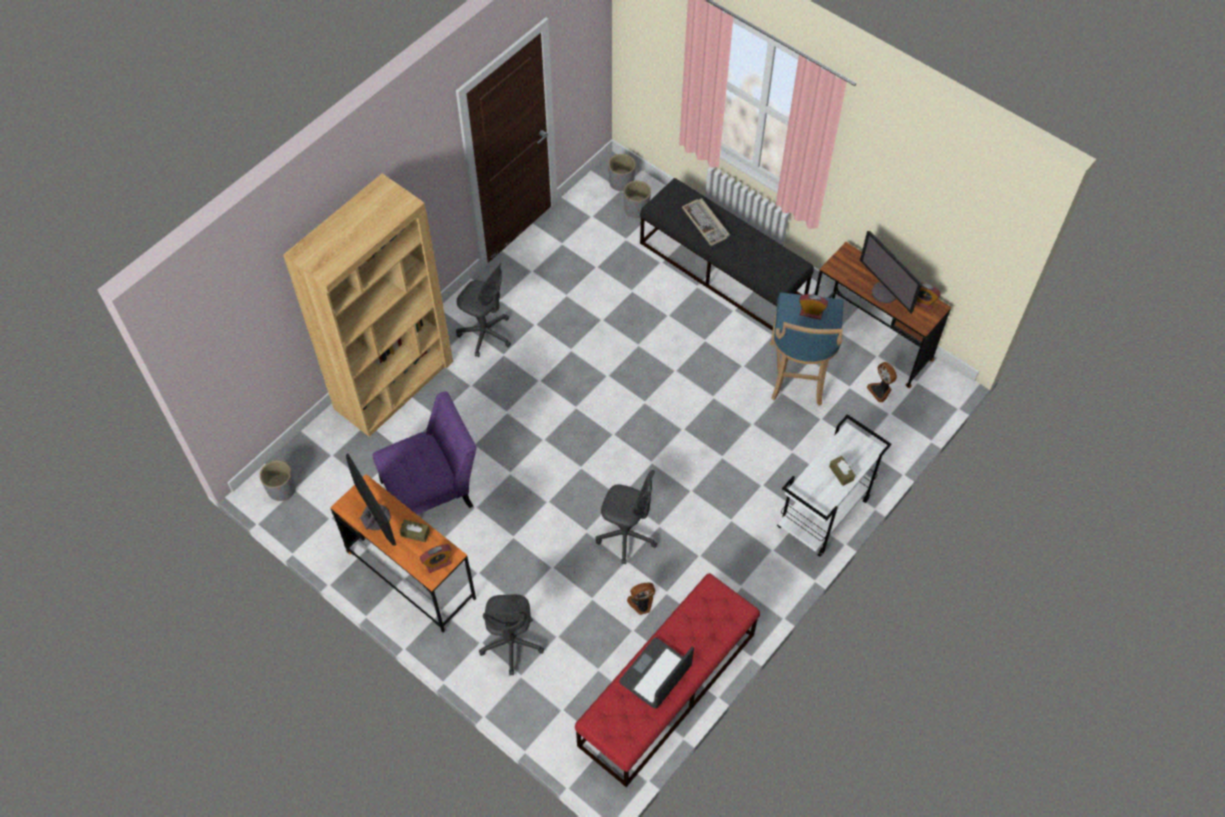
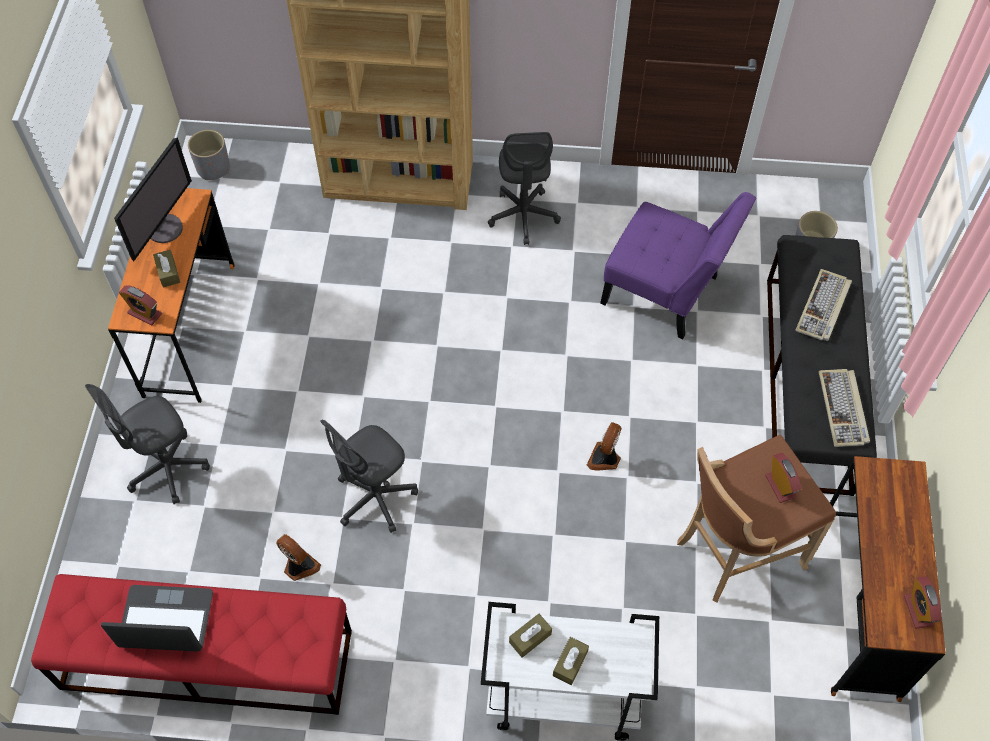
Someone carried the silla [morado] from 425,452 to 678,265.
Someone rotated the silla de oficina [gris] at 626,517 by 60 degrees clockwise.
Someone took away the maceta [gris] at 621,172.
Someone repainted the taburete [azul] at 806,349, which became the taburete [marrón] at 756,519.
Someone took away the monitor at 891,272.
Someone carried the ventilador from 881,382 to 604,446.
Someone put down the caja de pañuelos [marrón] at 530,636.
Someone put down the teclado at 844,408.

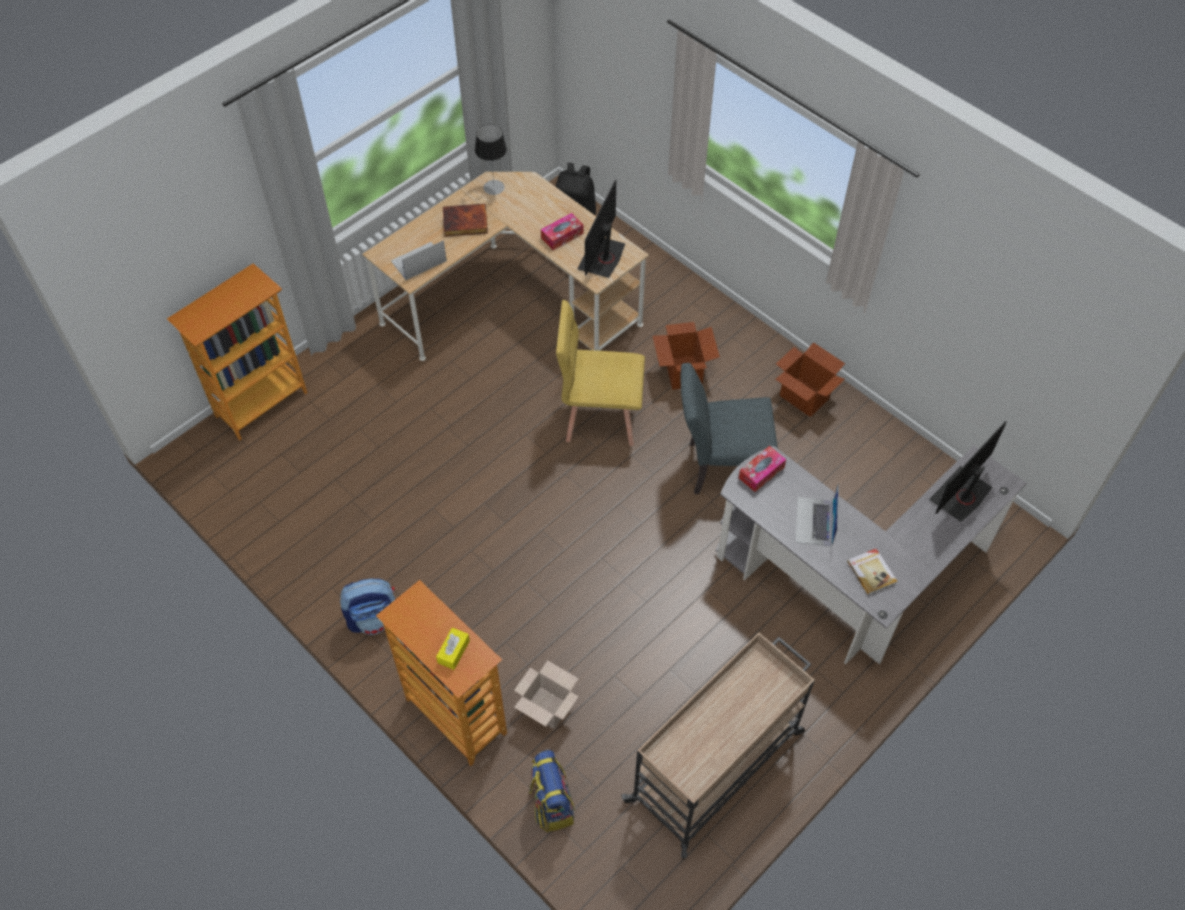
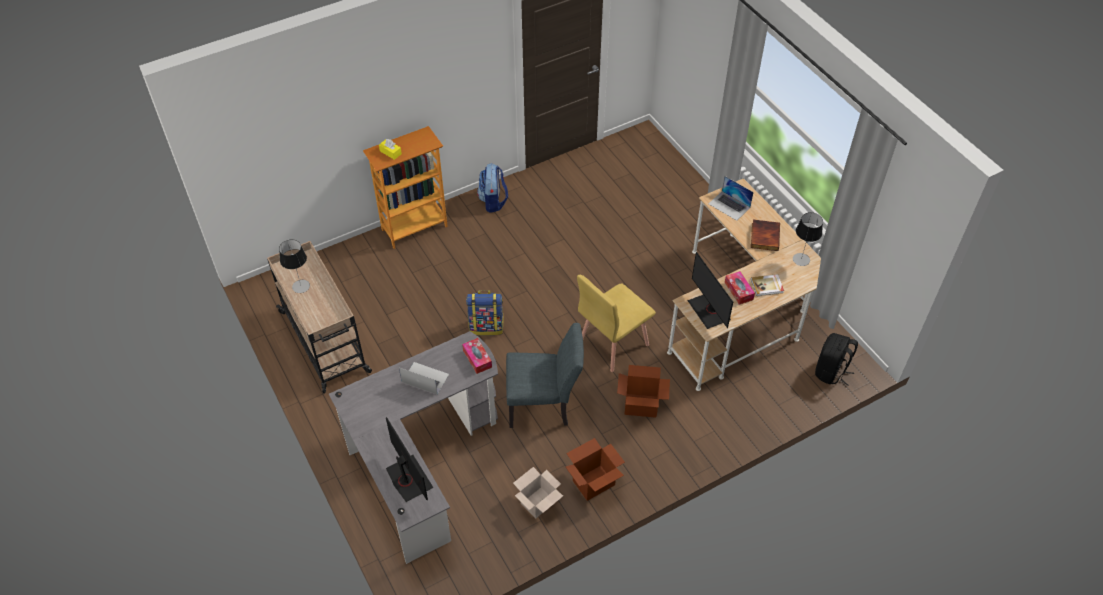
Someone took away the estantería at 237,351.
Someone rotated the portátil at 419,260 by 150 degrees clockwise.
Someone carried the caja de cartón from 546,694 to 538,492.
Someone carried the mochila from 552,791 to 485,313.
Someone rotated the silla [amarillo] at 600,373 by 150 degrees counterclockwise.
Someone rotated the monitor at 601,229 by 150 degrees counterclockwise.
Someone rotated the silla [gris] at 729,428 by 75 degrees clockwise.
Someone carried the libro from 872,572 to 767,285.
Someone put down the lámpara de mesa at 294,266.

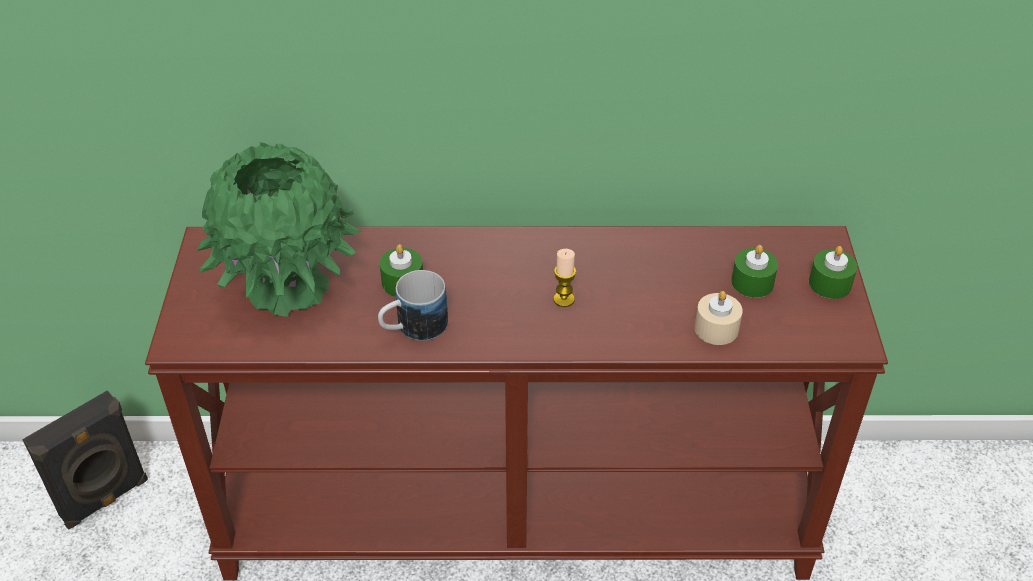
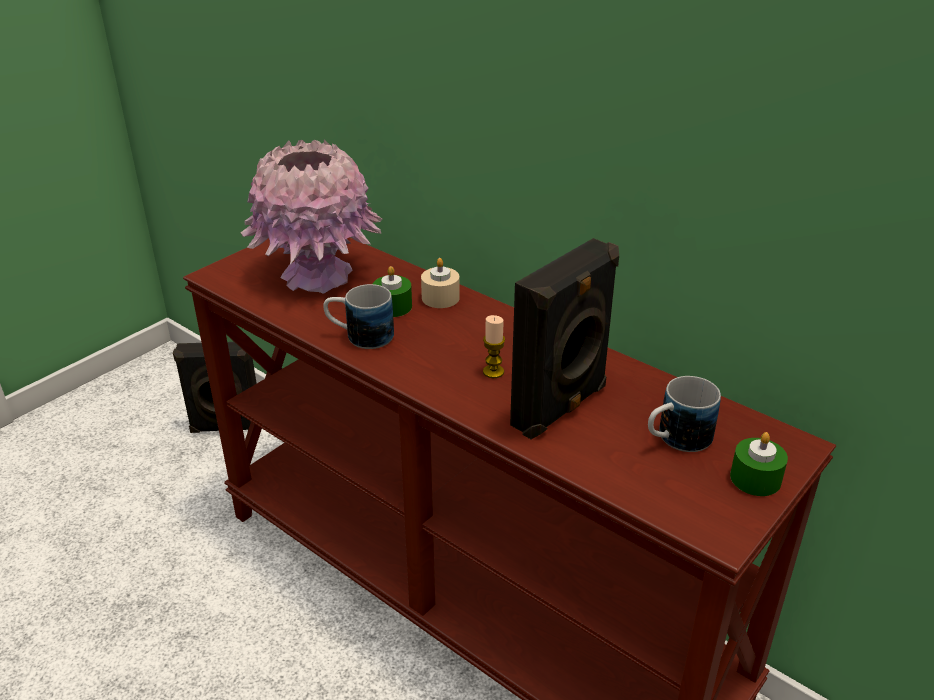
Someone repainted the florero [verde] at 279,229, which became the florero [rosa] at 311,217.
Someone carried the vela [beis] from 719,318 to 440,283.
Someone swapped the vela [verde] at 754,271 for the taza grande at 684,414.
Someone put down the altavoz [negro] at 564,338.

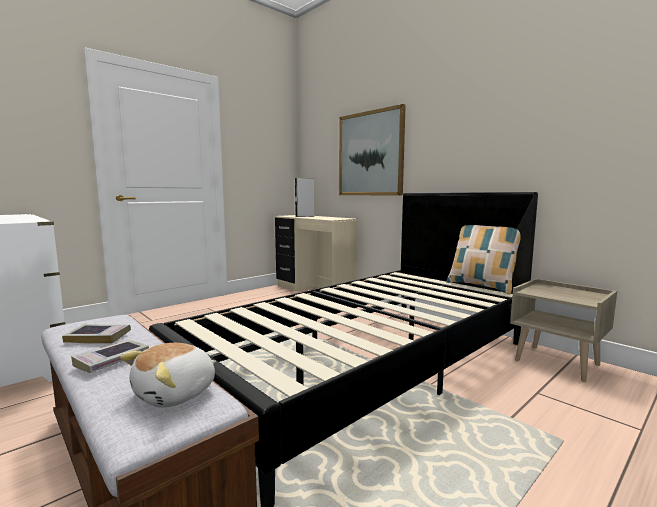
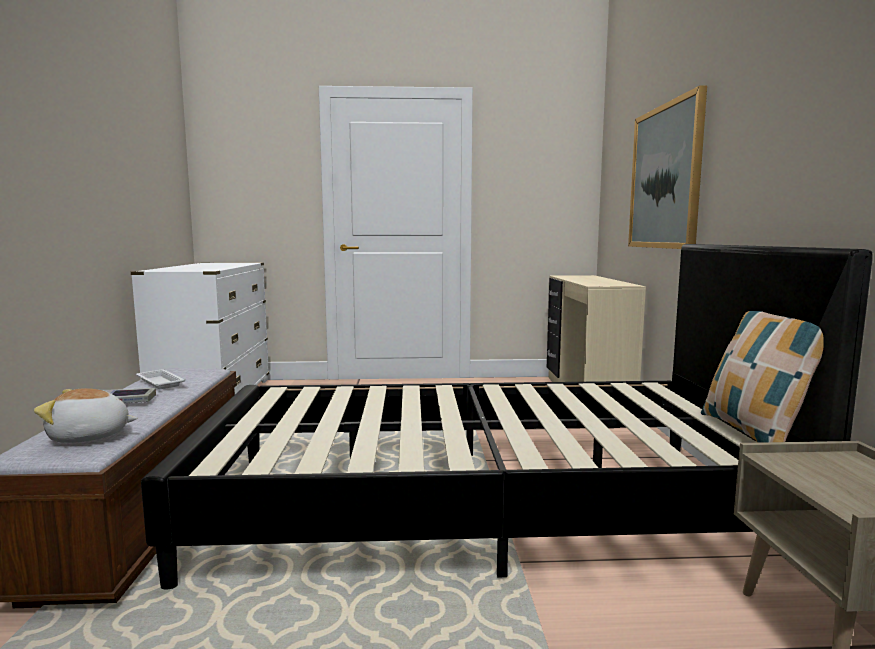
Someone swapped the libro at 96,334 for the bandeja [blanco] at 160,379.
Someone took away the altavoz [gris] at 304,197.

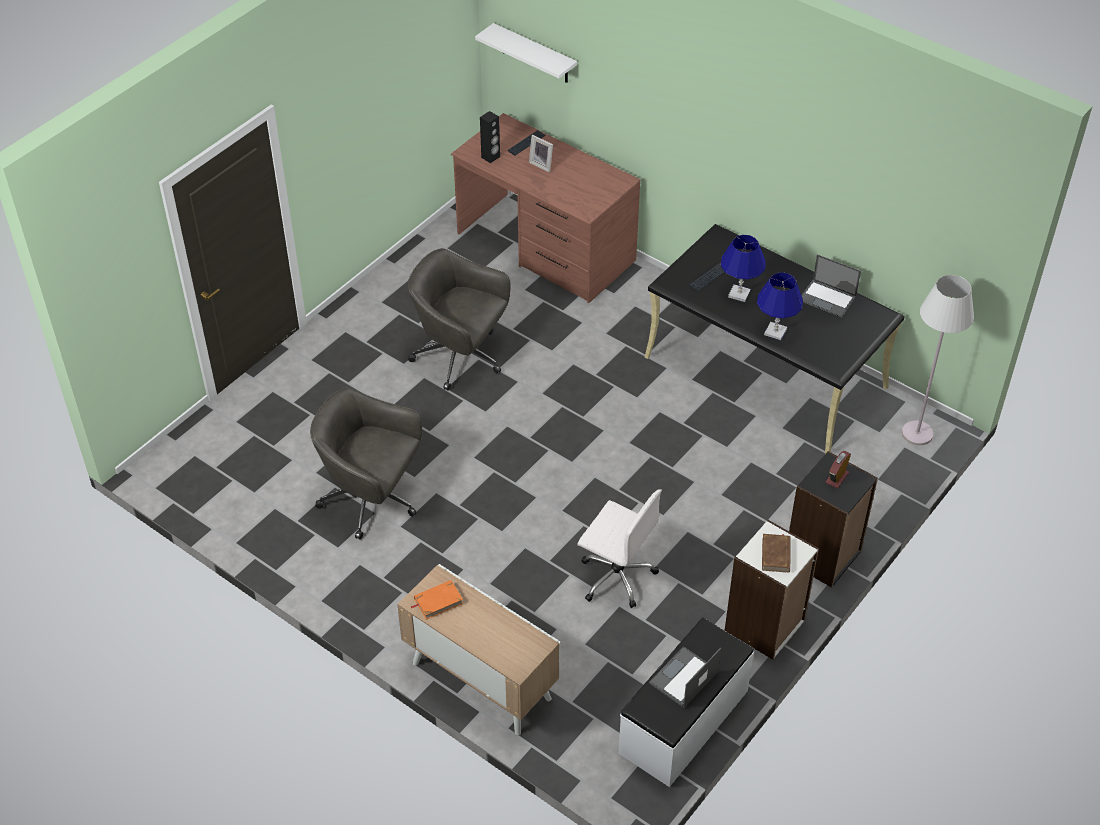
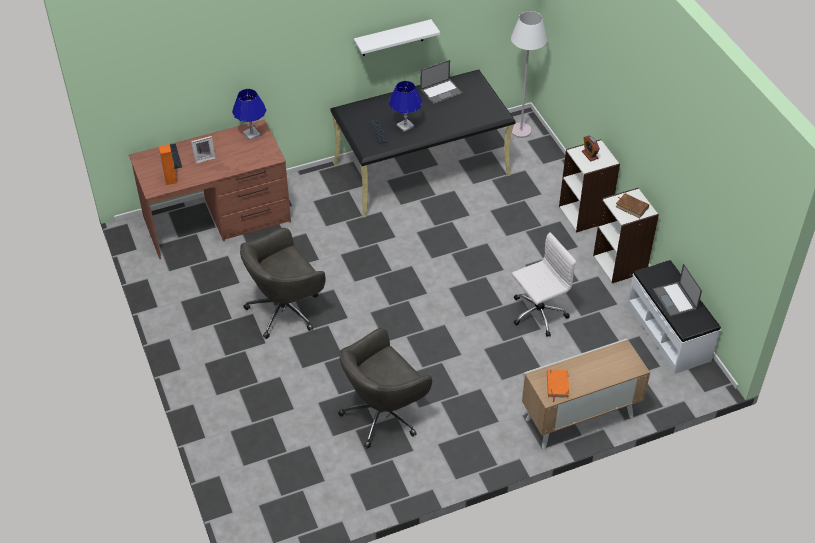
Someone carried the estante [blanco] from 526,53 to 397,37.
Someone repainted the altavoz [negro] at 490,137, which became the altavoz [naranja] at 168,164.
Someone carried the lámpara de mesa [azul] from 780,306 to 249,114.
Someone repainted the estantería [negro] at 833,519, which became the estantería [blanco] at 589,185.

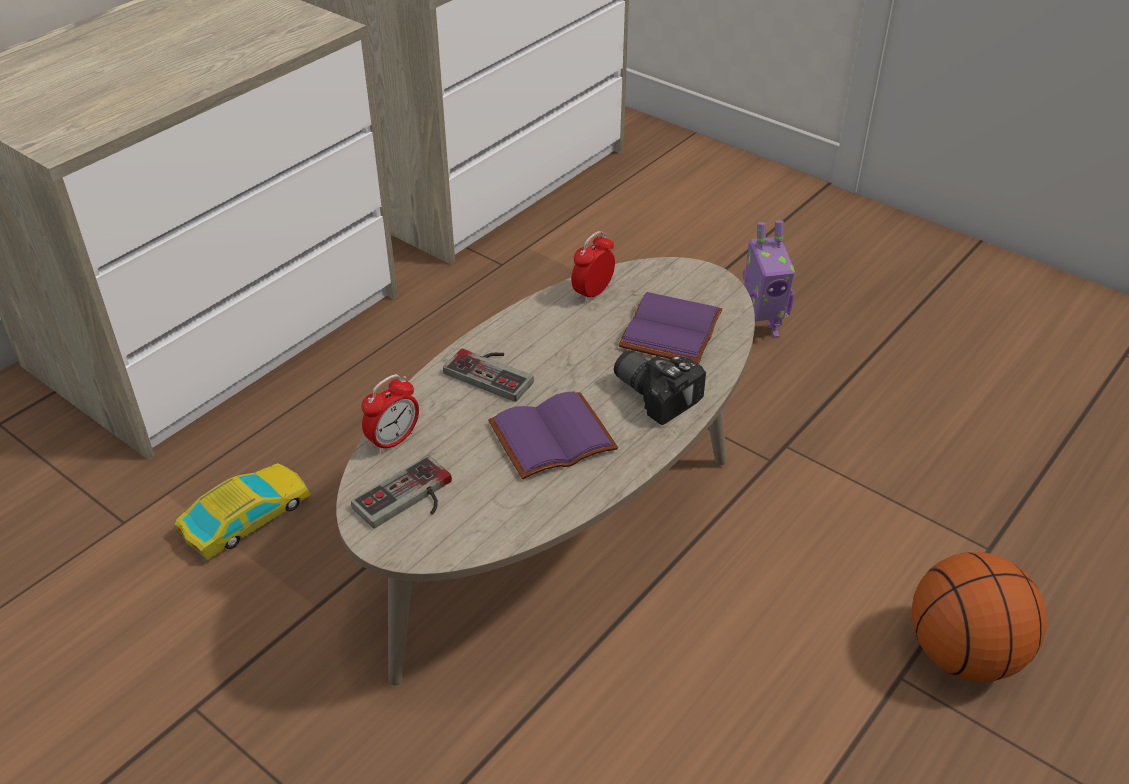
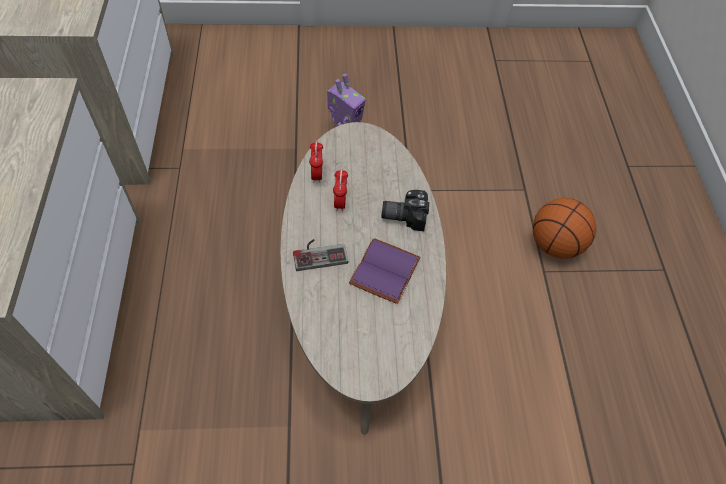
Someone took away the coche de juguete at 243,512.
Someone took away the mando de consola at 401,491.
Someone carried the despertador from 390,414 to 340,189.
Someone took away the libro [morado] at 670,328.

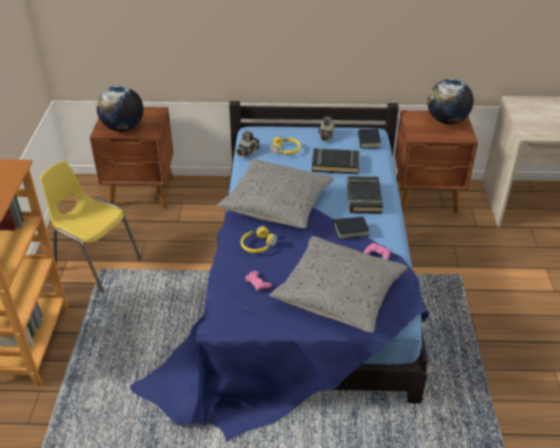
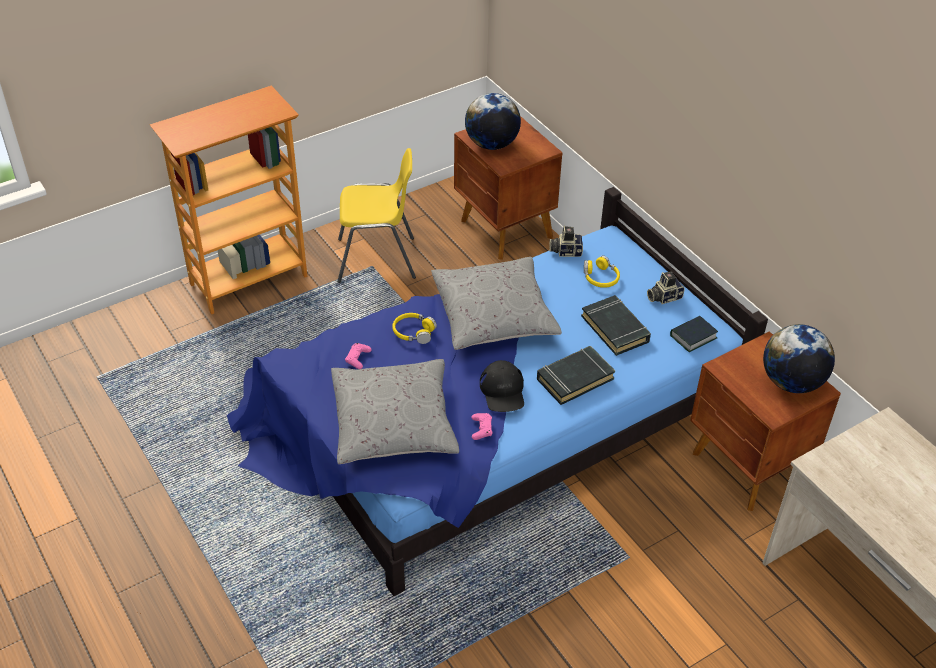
Someone rotated the silla [amarillo] at 90,227 by 90 degrees clockwise.
Someone swapped the libro at 351,228 for the gorra [negro] at 502,386.

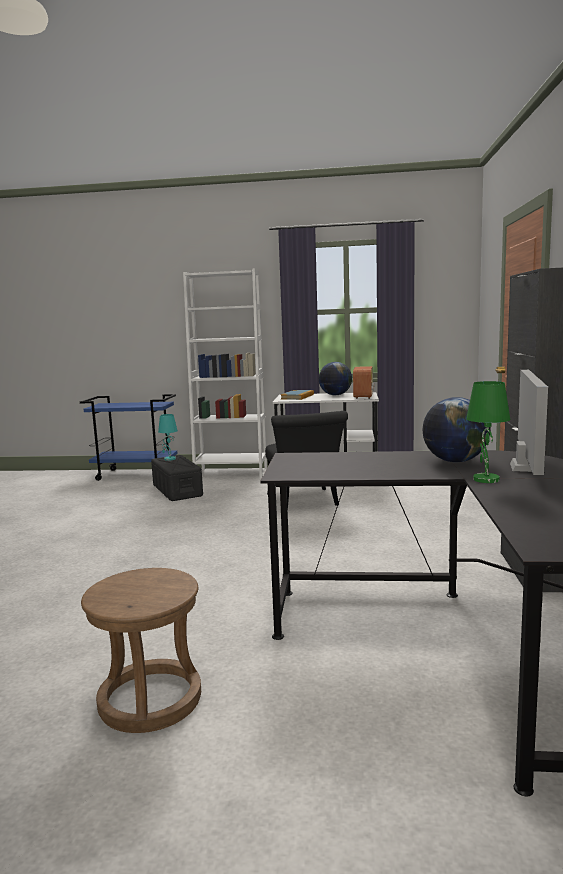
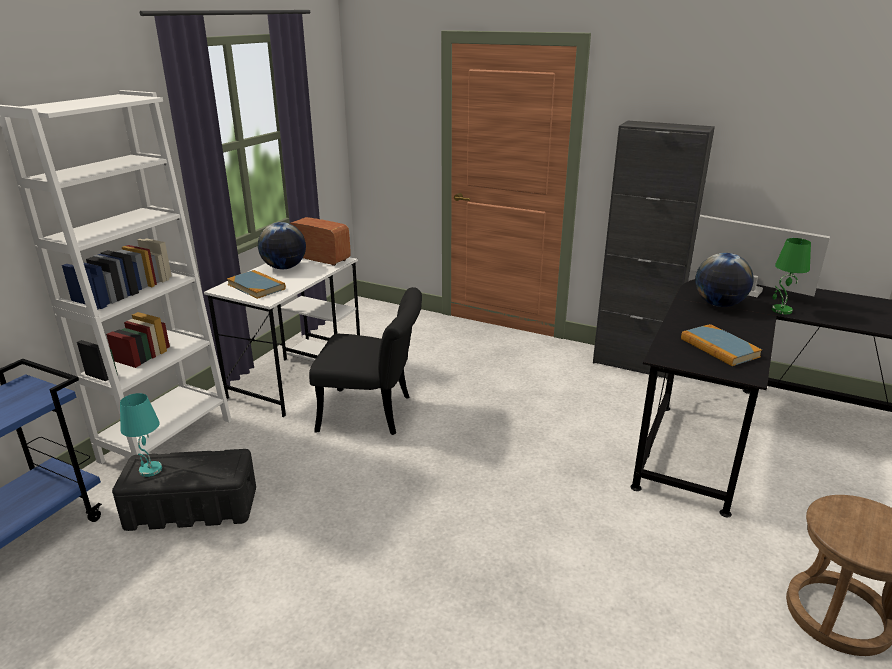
Someone put down the libro at 721,345.

